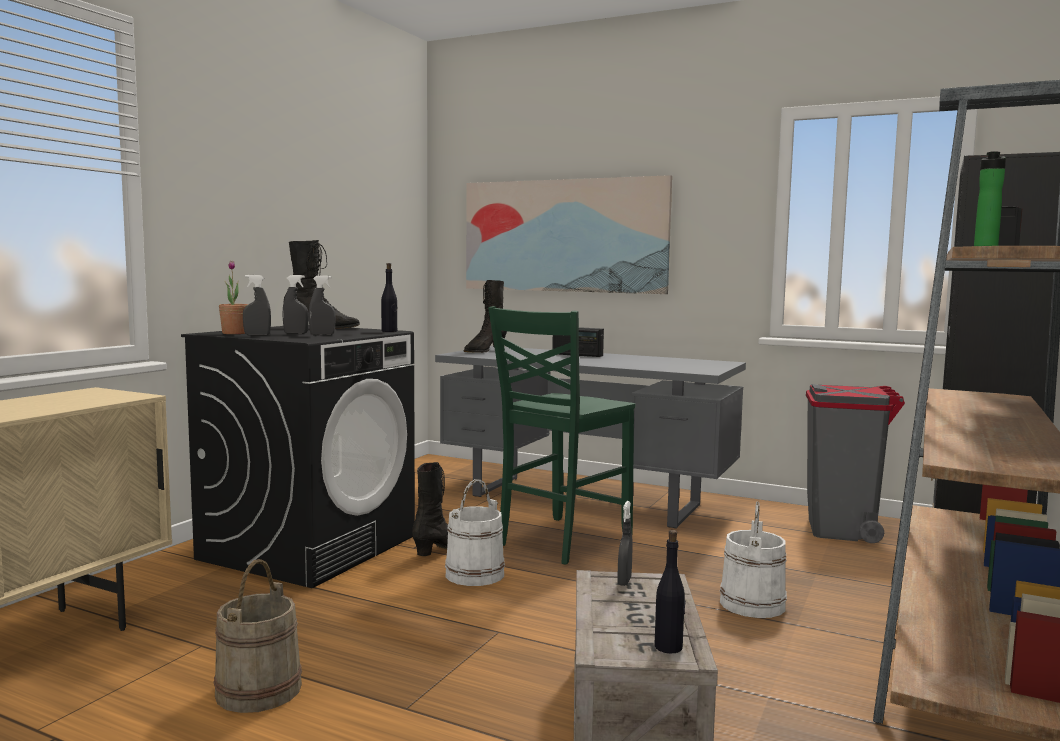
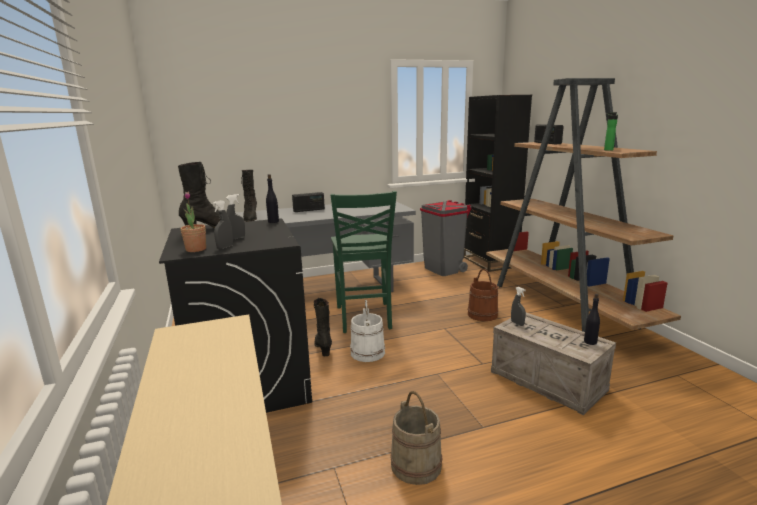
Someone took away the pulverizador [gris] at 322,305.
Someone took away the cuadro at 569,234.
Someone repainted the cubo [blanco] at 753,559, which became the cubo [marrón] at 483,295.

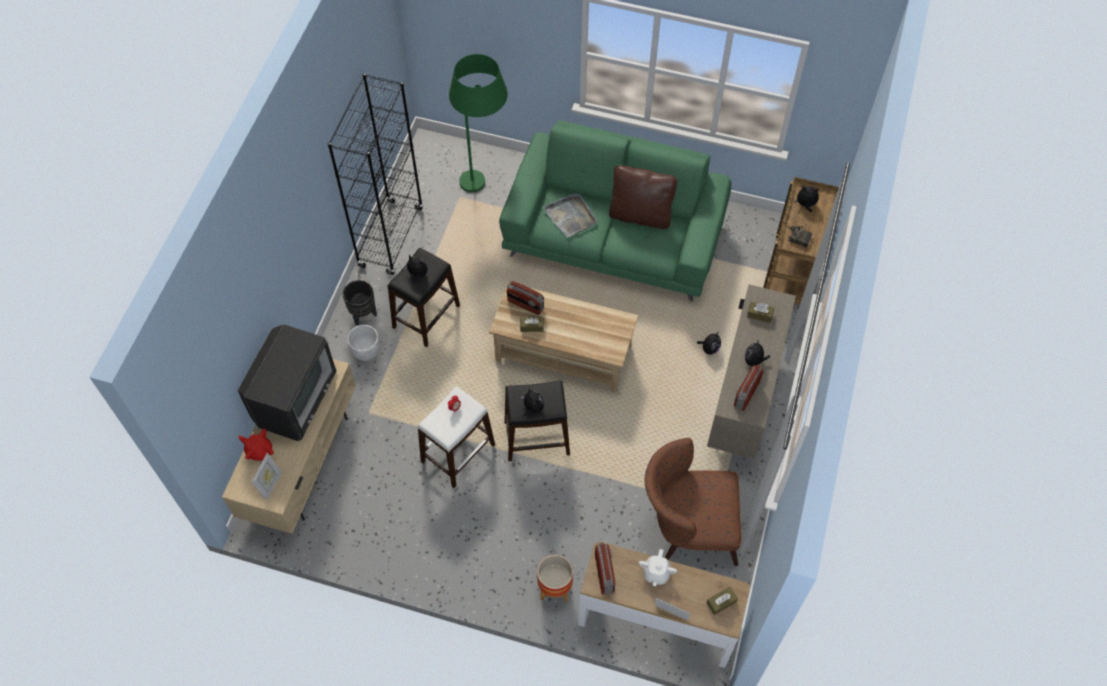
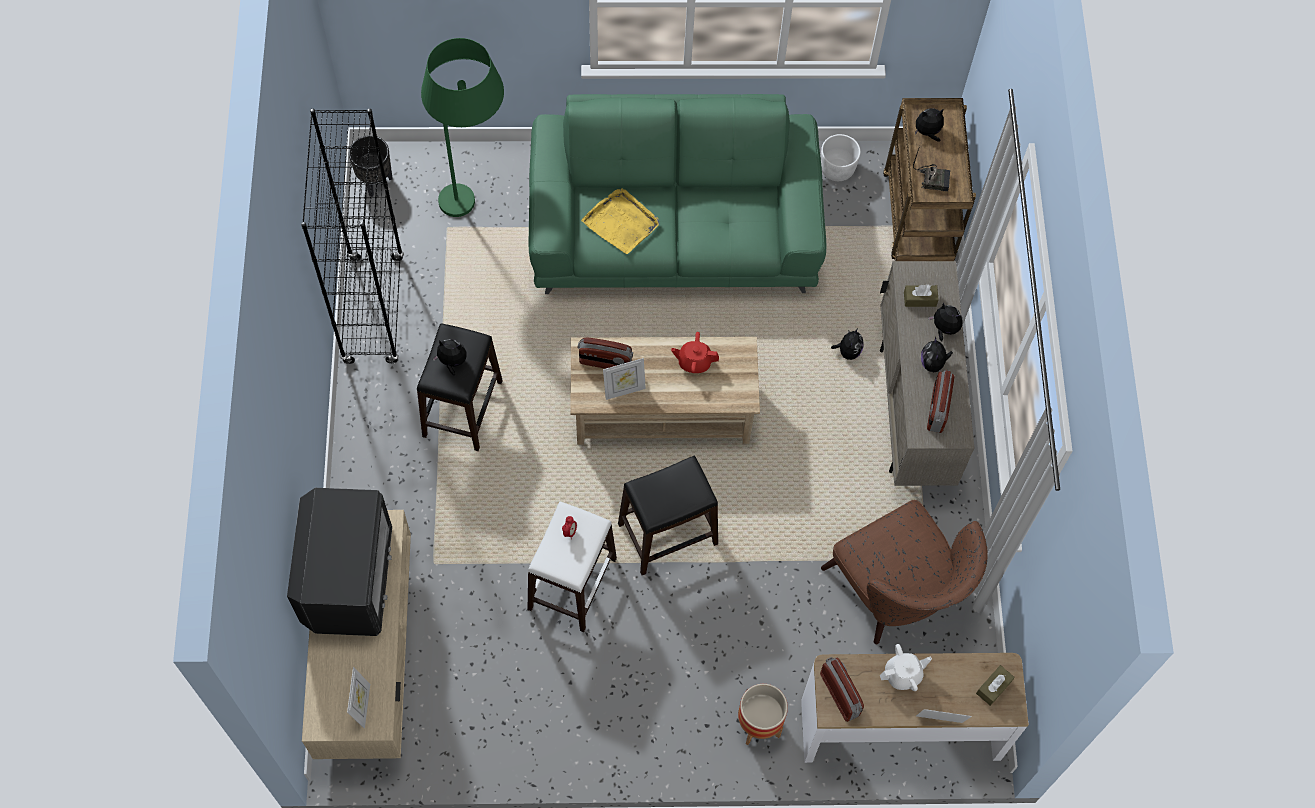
Someone carried the tetera [rojo] from 256,444 to 695,352.
Someone carried the maceta [negro] from 360,303 to 371,166.
Someone carried the maceta [blanco] from 363,343 to 840,157.
Someone swapped the caja de pañuelos [marrón] at 532,324 for the portarretratos at 624,379.
Someone carried the peluche from 532,402 to 945,322.
Someone repainted the bandeja [gris] at 570,215, which became the bandeja [amarillo] at 620,221.
Someone took away the cojín [marrón] at 643,197.
Someone rotated the tetera [blanco] at 658,567 by 105 degrees counterclockwise.
Someone rotated the sillón [marrón] at 693,502 by 105 degrees counterclockwise.

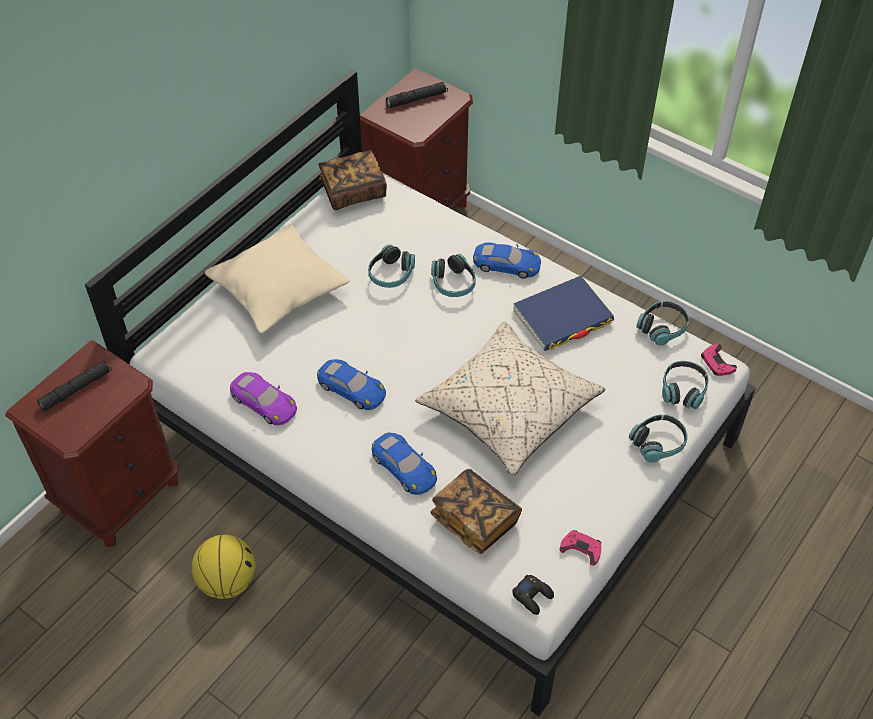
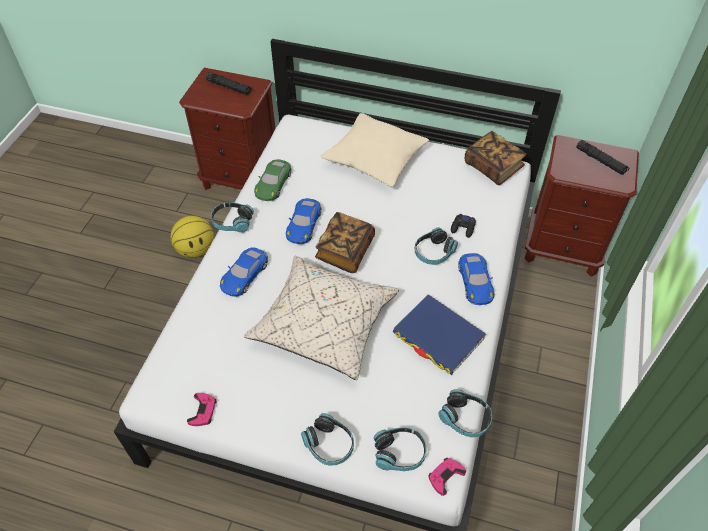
Someone repainted the coche de juguete [morado] at 263,398, which became the coche de juguete [verde] at 272,180.
Someone carried the auriculares from 391,266 to 232,217.
Someone carried the libro from 476,511 to 345,242.
Someone carried the mando de consola [negro] from 533,595 to 463,226.

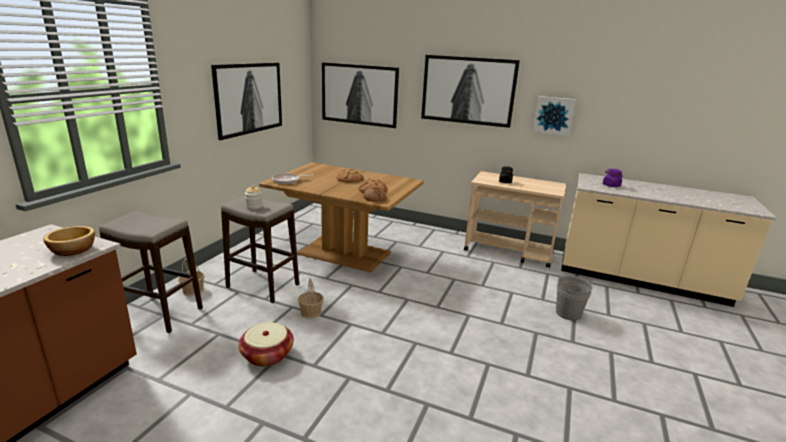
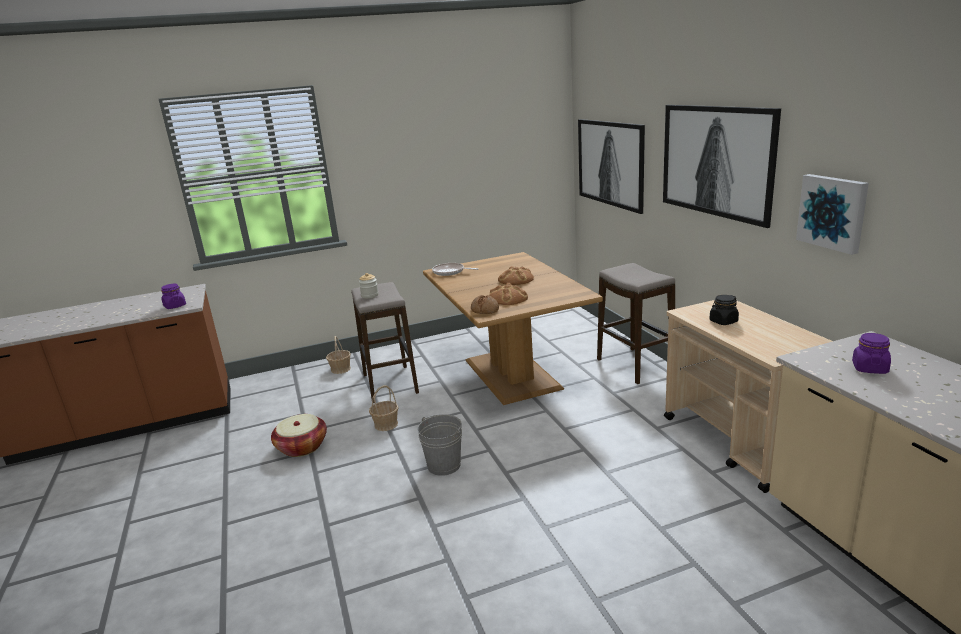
Someone swapped the cuenco at 69,241 for the tarro [morado] at 173,296.
Someone carried the taburete from 151,272 to 636,323.
Someone took away the cuadro at 246,101.
Someone carried the cubo [gris] from 574,298 to 439,445.

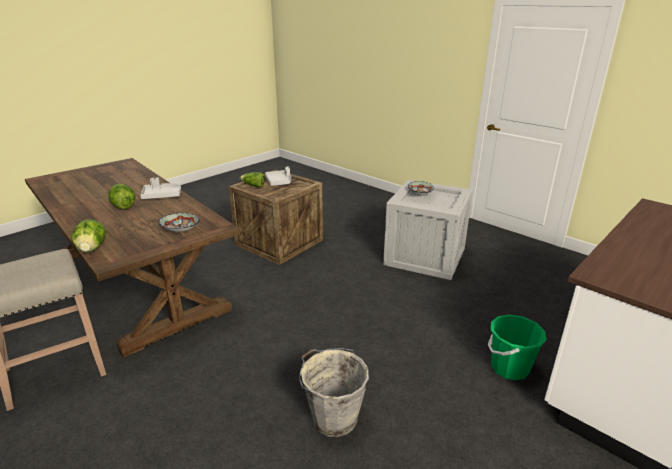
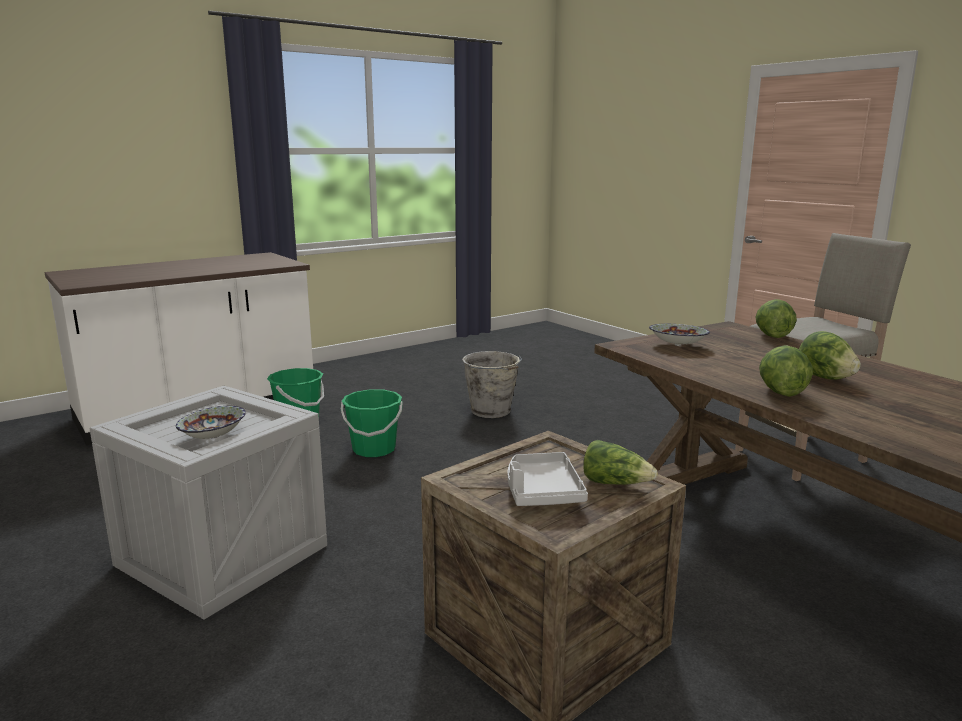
Someone swapped the bandeja [gris] at 160,188 for the lechuga at 786,371.
Someone put down the cubo [verde] at 372,423.

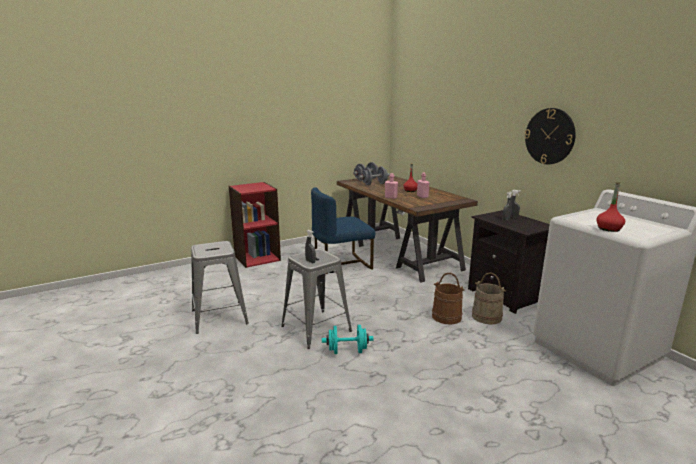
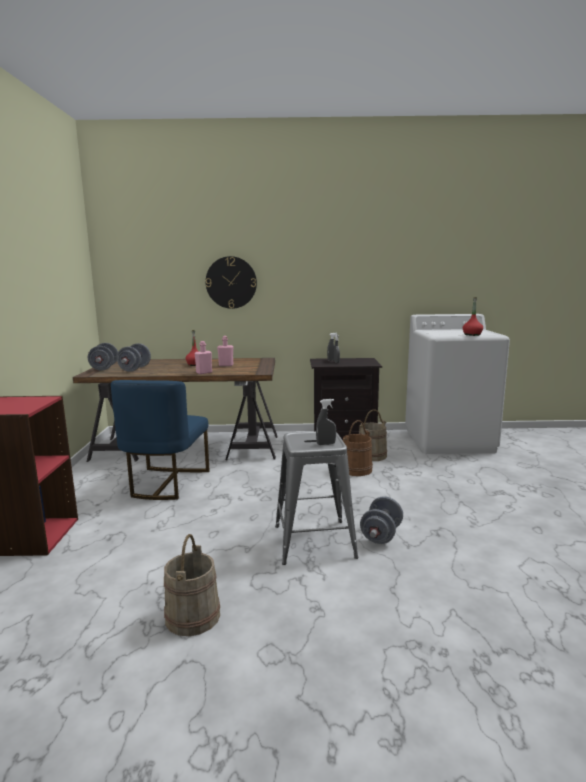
Someone swapped the taburete [gris] at 220,287 for the cubo [beis] at 192,585.
Someone repainted the mancuerna [turquesa] at 347,339, which became the mancuerna [gris] at 381,520.
Someone carried the reloj de pared from 550,136 to 231,282.

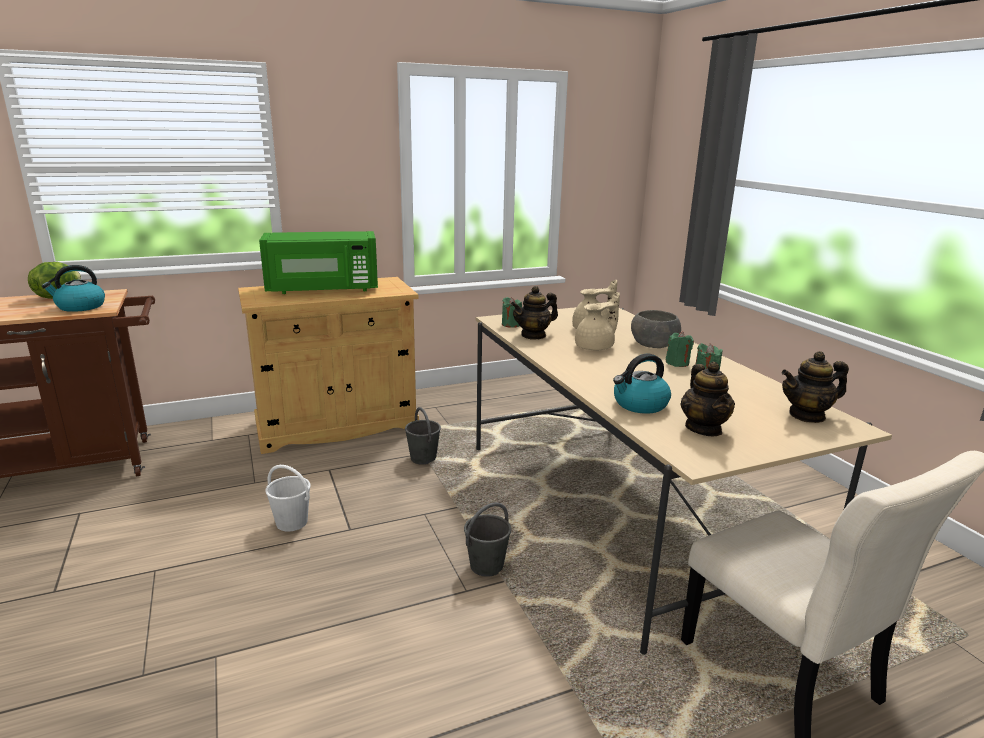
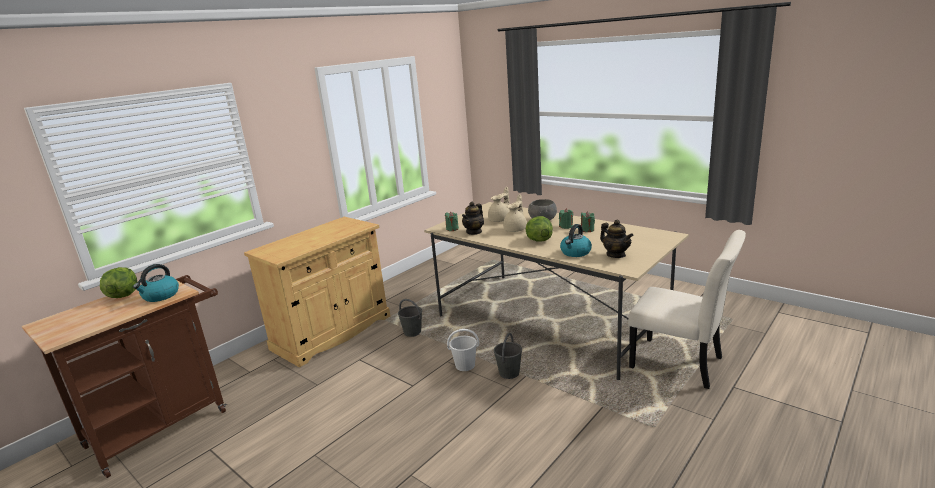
Someone took away the microondas [verde] at 318,262.
Someone carried the cubo [blanco] from 288,498 to 463,350.
Someone took away the tetera at 815,387.
Someone put down the lechuga at 539,228.

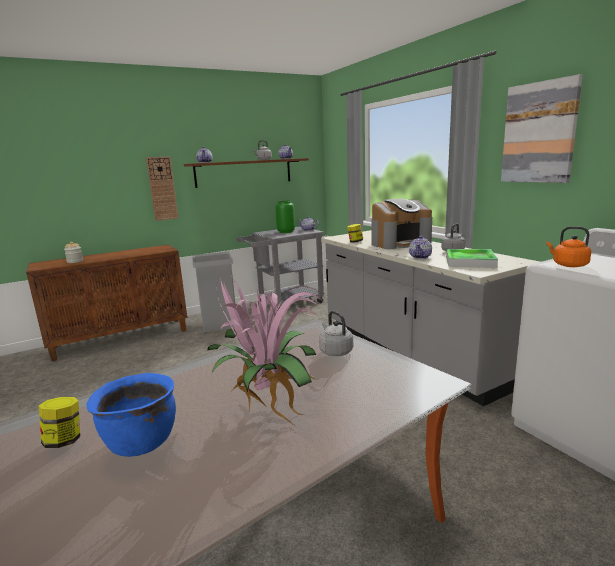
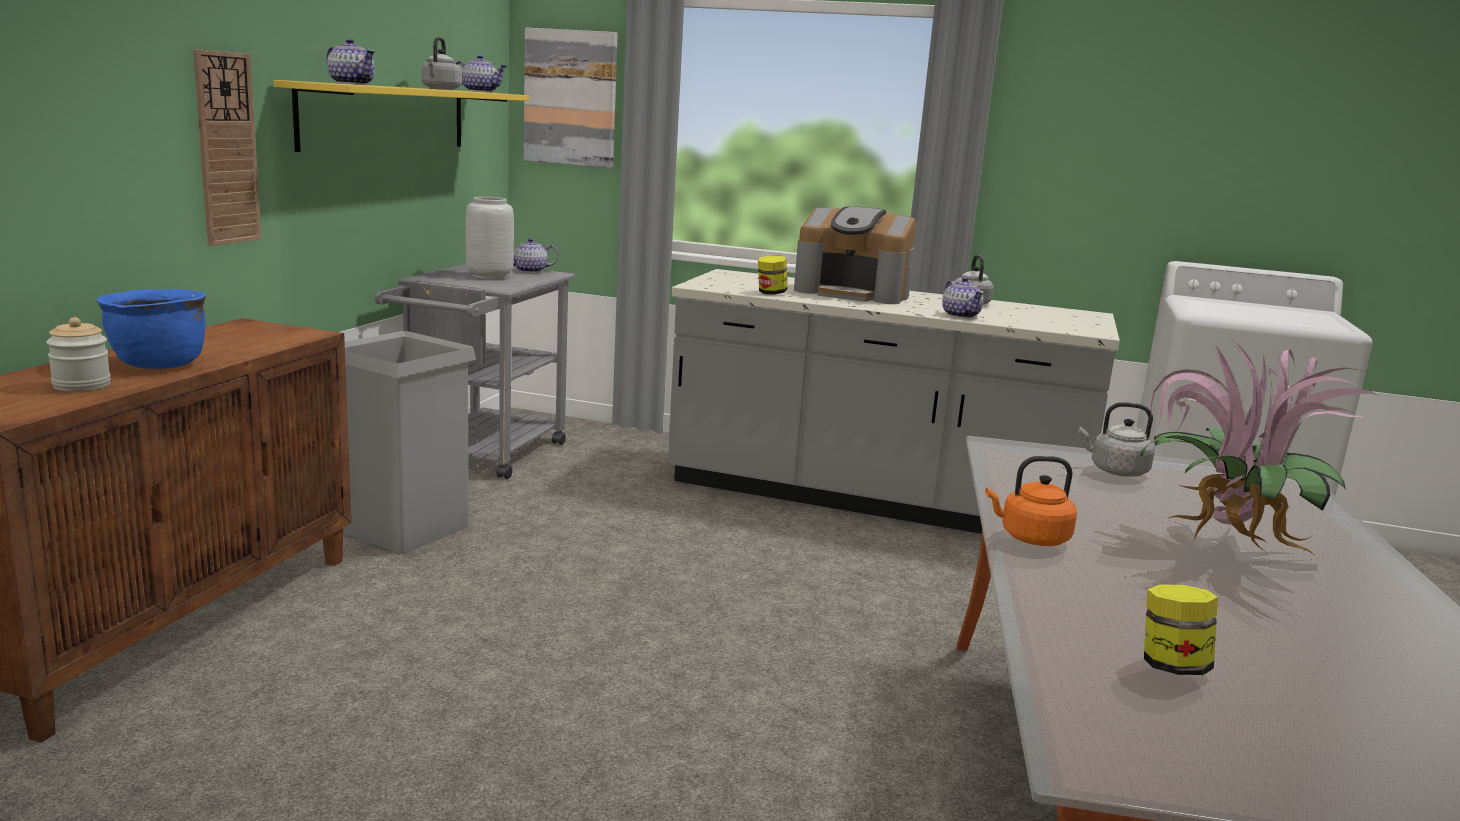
Someone carried the olla [azul] from 131,415 to 151,329.
Someone repainted the estante [marrón] at 246,173, which became the estante [amarillo] at 401,116.
Someone repainted the florero [verde] at 285,216, which became the florero [gris] at 490,238.
Someone rotated the cafetera at 401,224 by 90 degrees clockwise.
Someone took away the bandeja at 472,258.
Someone carried the cuadro from 542,128 to 571,97.
Someone carried the hervidor [naranja] from 568,246 to 1031,501.

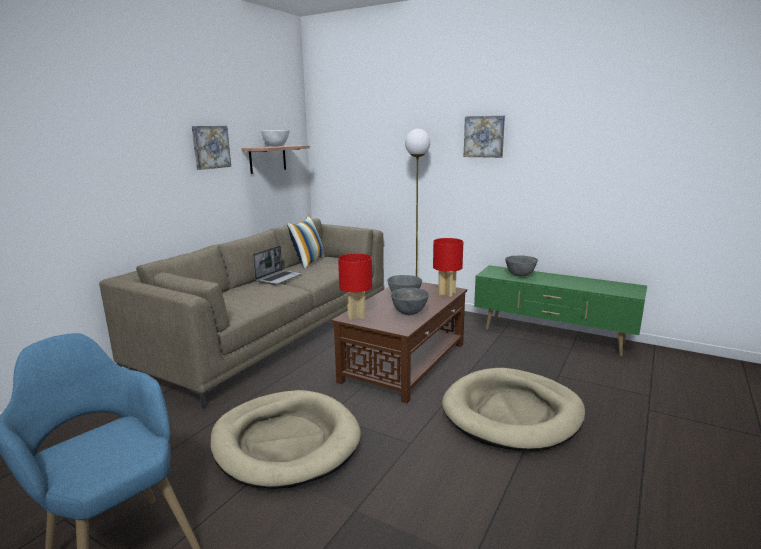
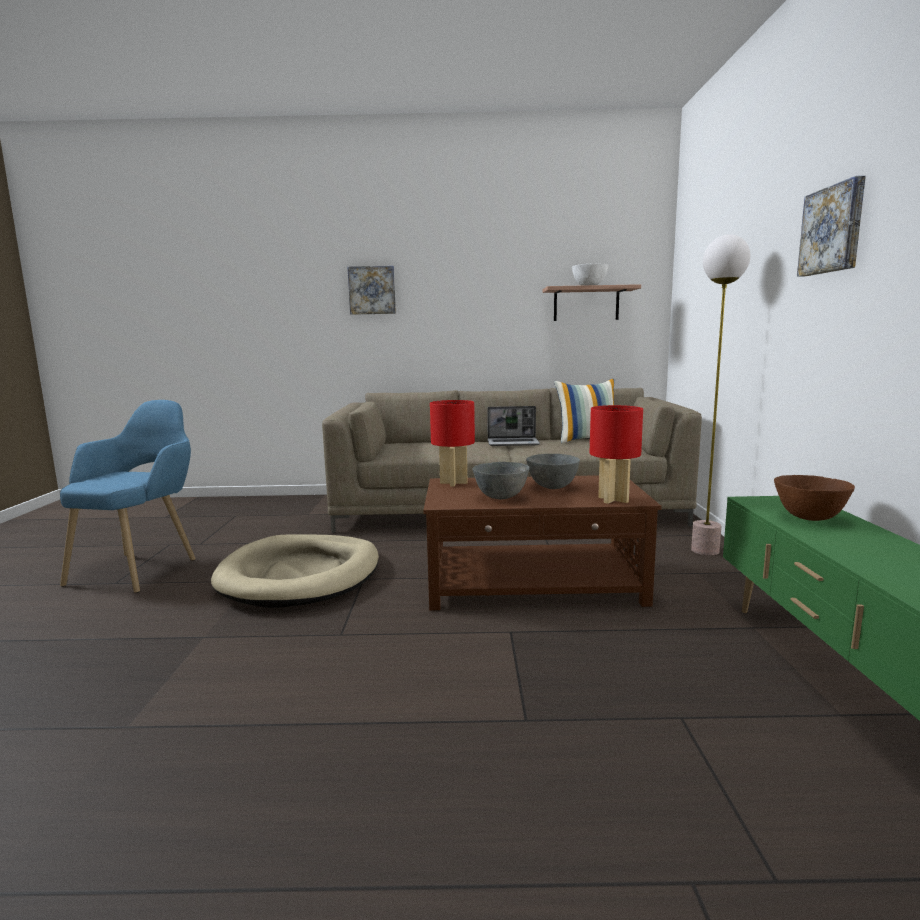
Someone carried the cuadro from 211,148 to 372,290.
Someone took away the cama para perro [beis] at 513,409.
Someone repainted the cuenco [gris] at 521,266, which became the cuenco [marrón] at 814,498.

